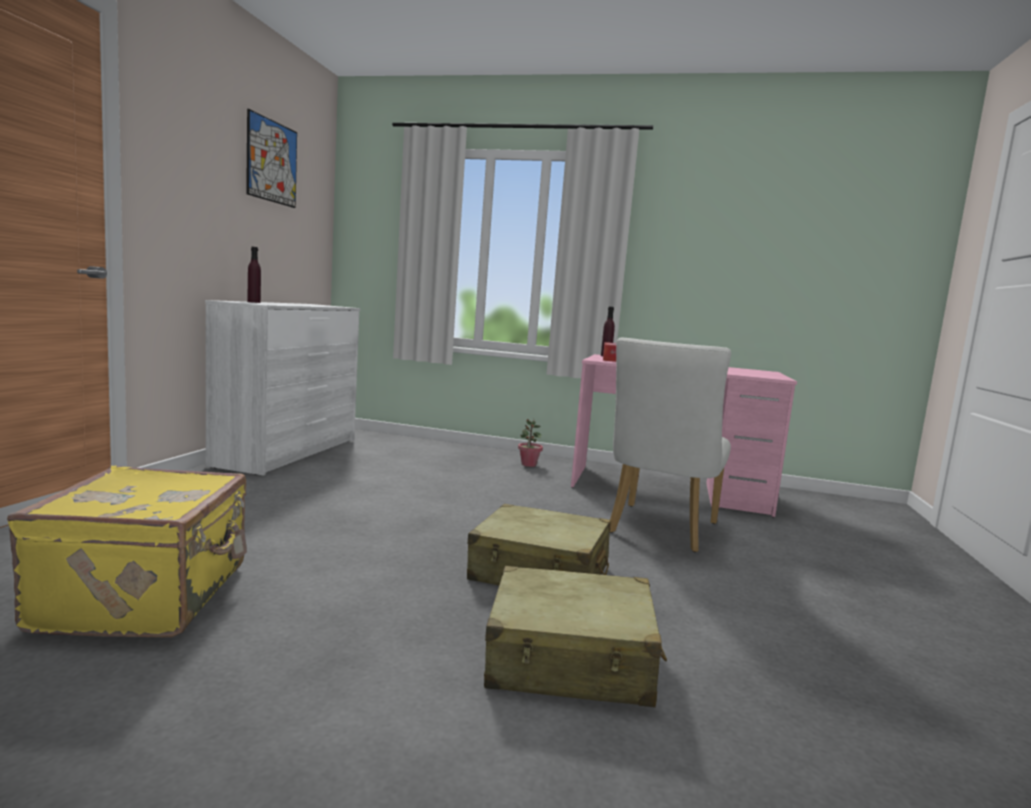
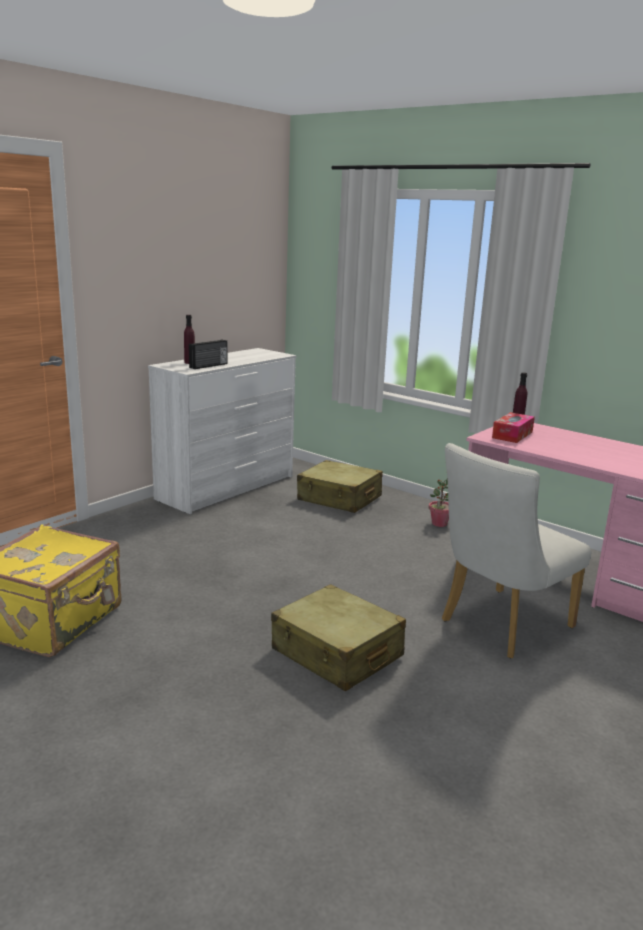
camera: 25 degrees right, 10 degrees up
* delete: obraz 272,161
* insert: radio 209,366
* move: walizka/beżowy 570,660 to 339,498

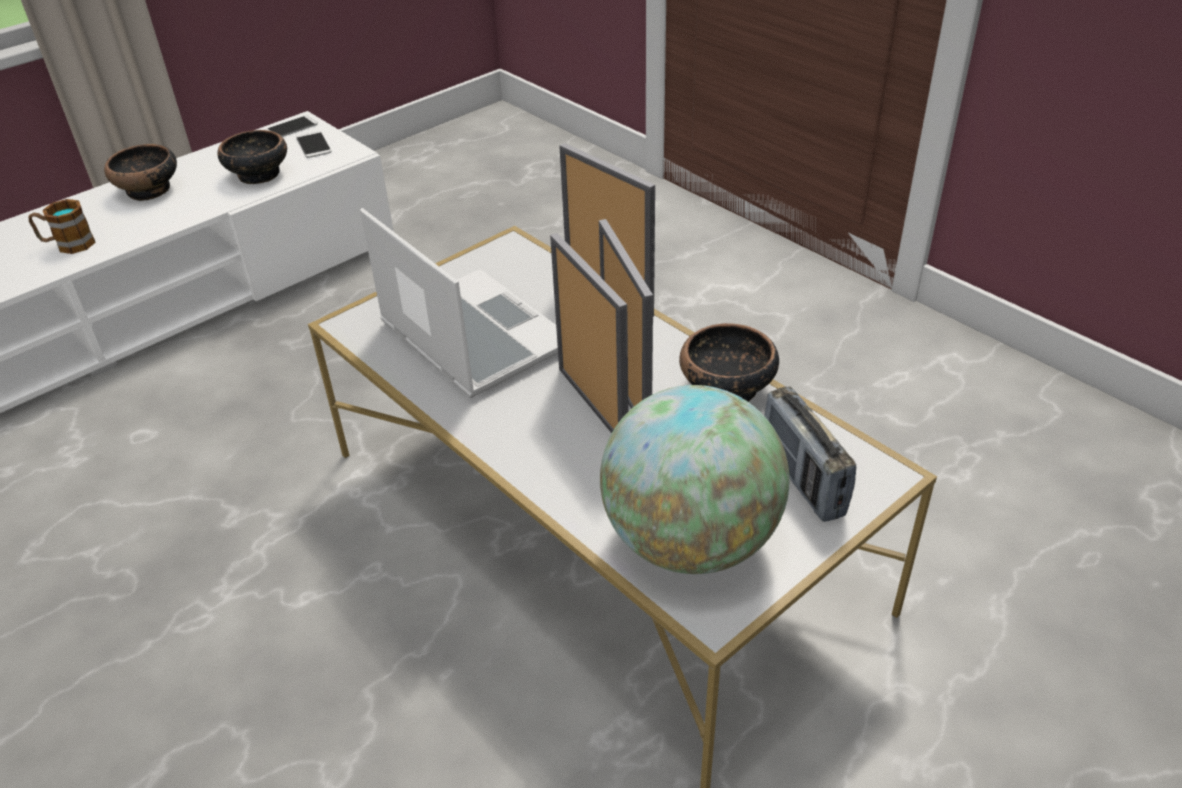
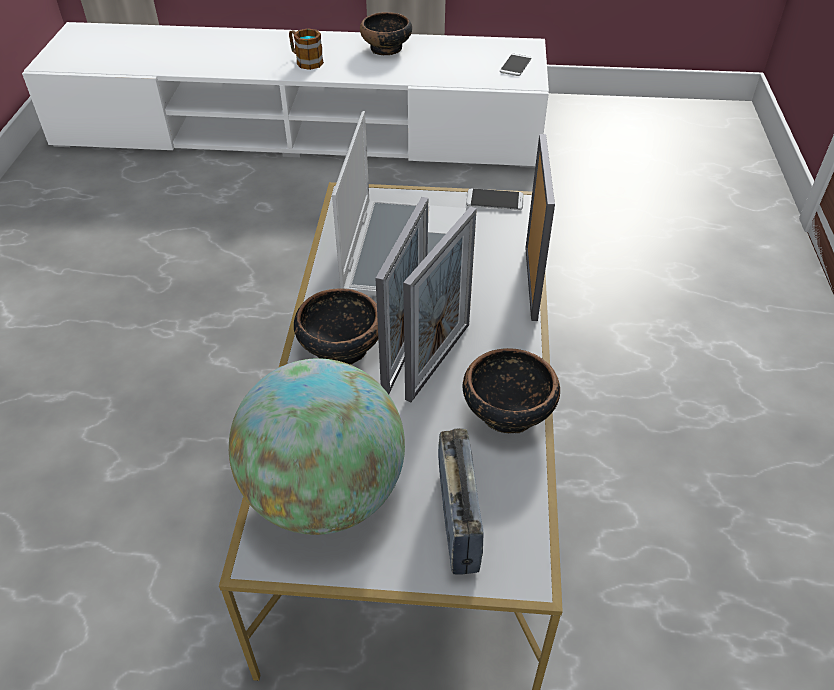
camera: 45 degrees right, 5 degrees up
* move: miska 258,175 to 340,347
* move: telefon 291,128 to 494,200
* rotate: radio 802,479 = 458,520 150 degrees clockwise

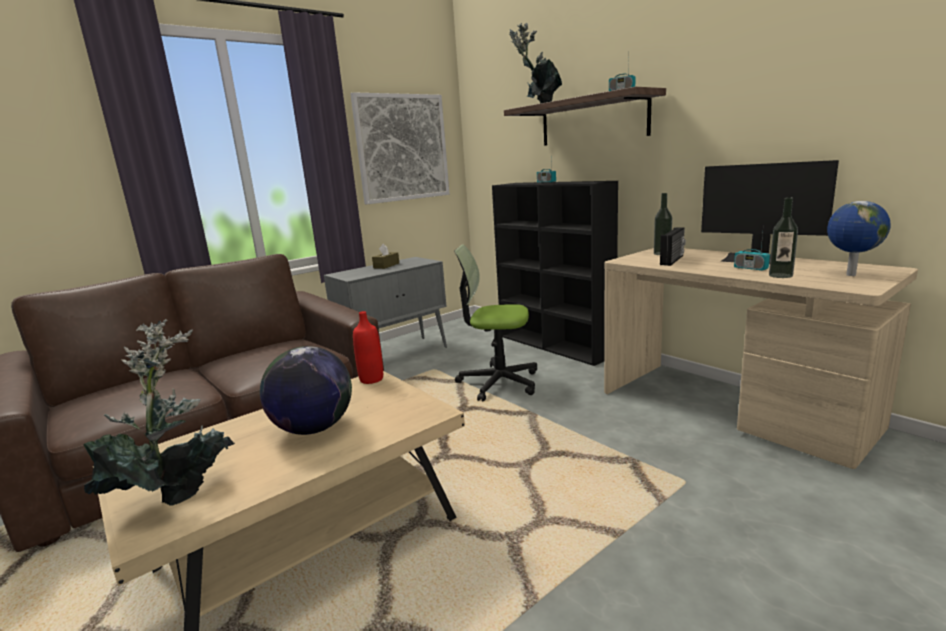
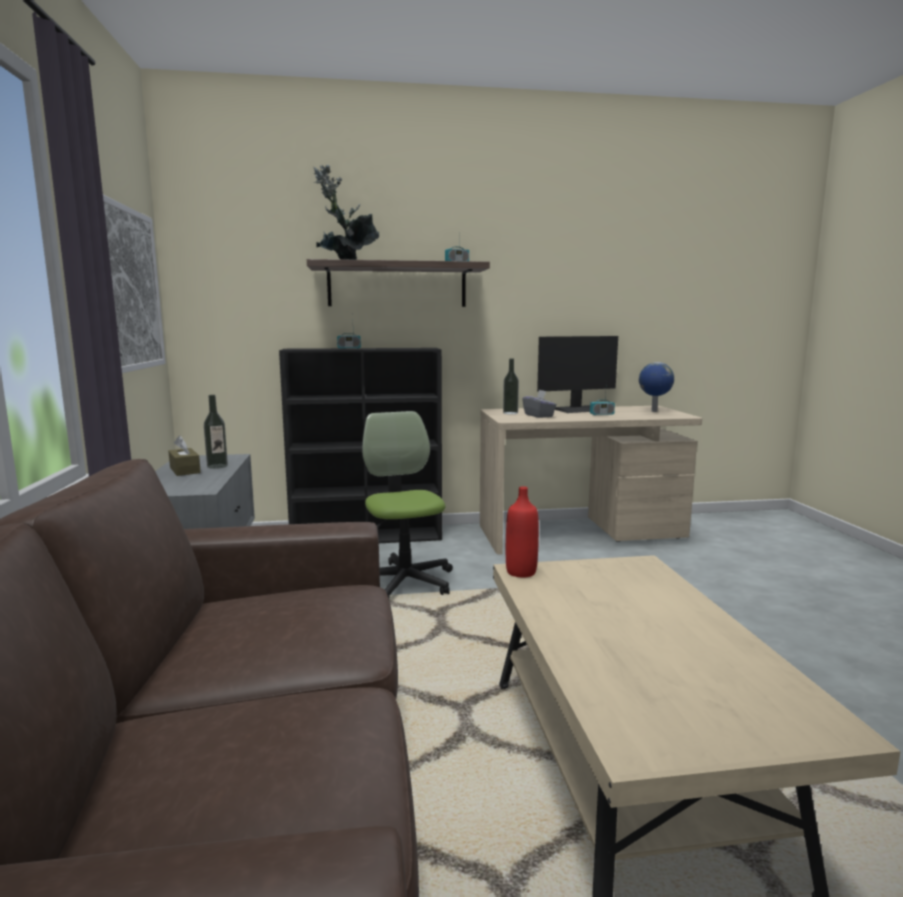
camera: 60 degrees left, 5 degrees down
* delete: roślina doniczkowa 176,493
* delete: globus 313,428
* move: butelka 780,275 to 217,466
* replace: radio 673,260 to pudełko chusteczek/szary 539,415
* rotate: krzesło biurowe 498,382 = 404,582 120 degrees clockwise

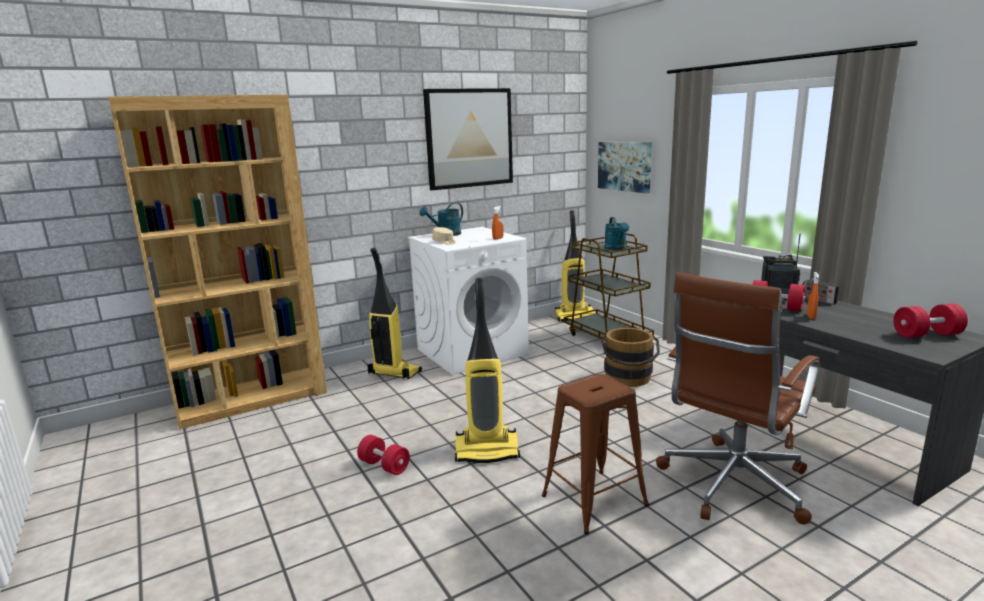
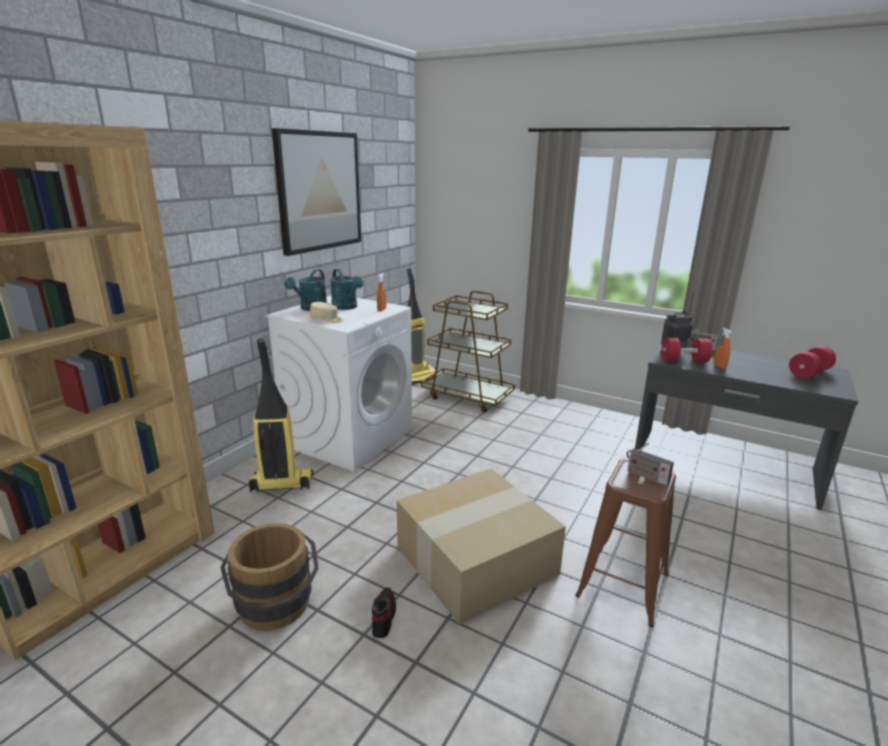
camera: 30 degrees left, 5 degrees up
* delete: obraz 624,166
* delete: krzesło biurowe/brązowy 732,485
* insert: radio 645,476
* move: wiadro/brązowy 628,379 to 276,608
* move: konewka/turkusowy 616,249 to 347,307
* replace: hantel/czerwony 384,466 to but 383,617
* replace: odkurzacz 487,450 to karton 476,558

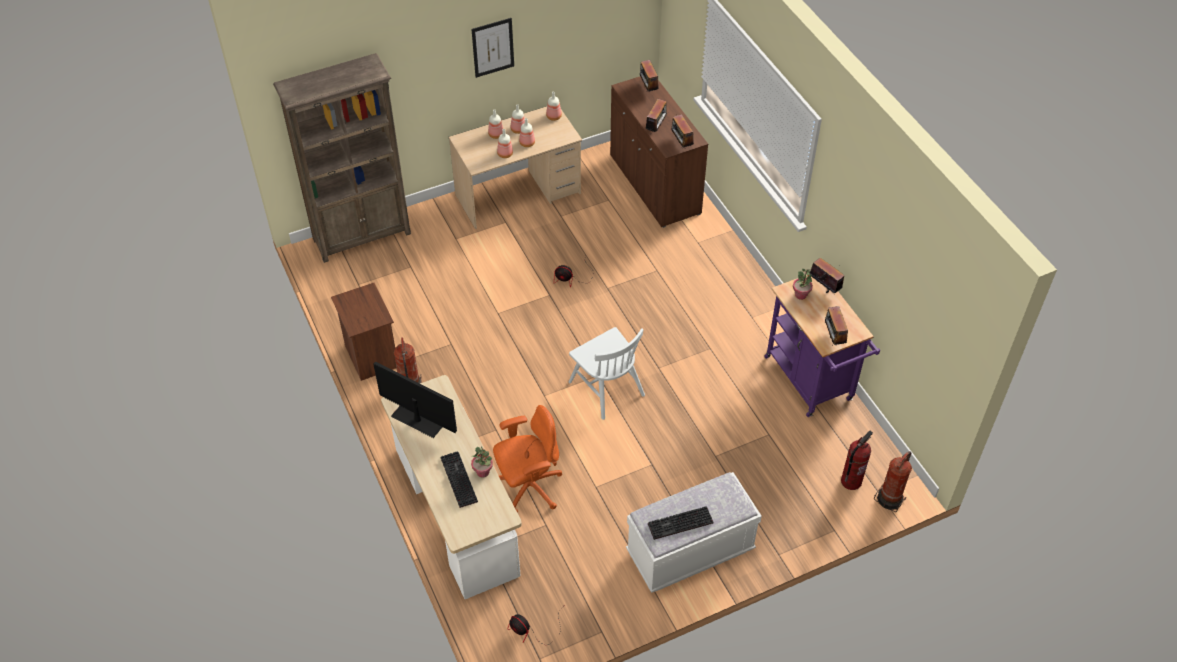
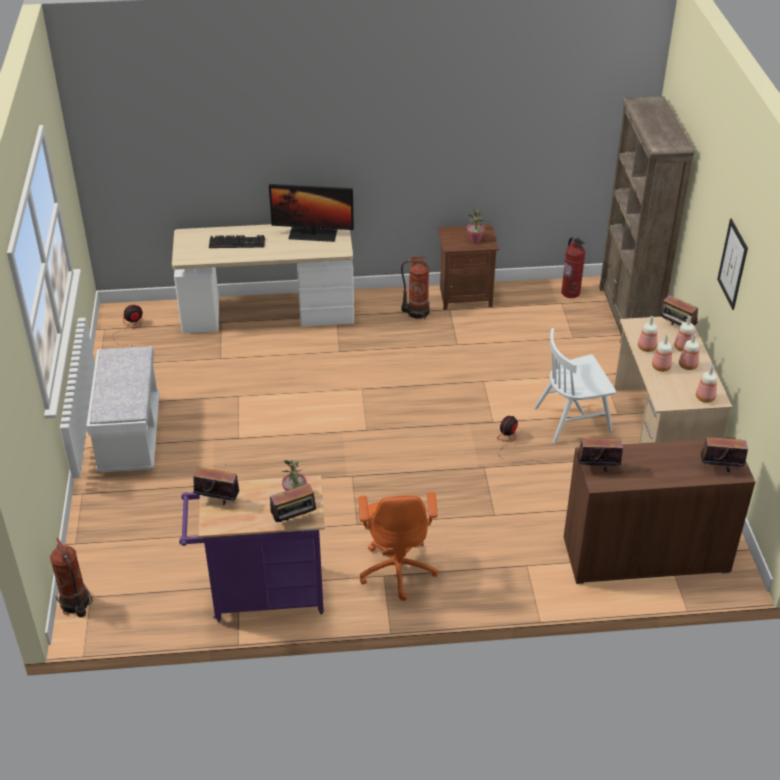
camera: 110 degrees right, 10 degrees down
* delete: klawiatura 679,525
* move: roślina doniczkowa 483,472 to 475,240
* move: krzesło biurowe/pomarańczowy 528,488 to 398,569
* move: krzesło/biały 606,388 to 573,420
* move: radio 656,128 to 676,328
* move: gaśnica 851,481 to 570,293
* rotate: monitor 418,419 = 313,234 45 degrees clockwise

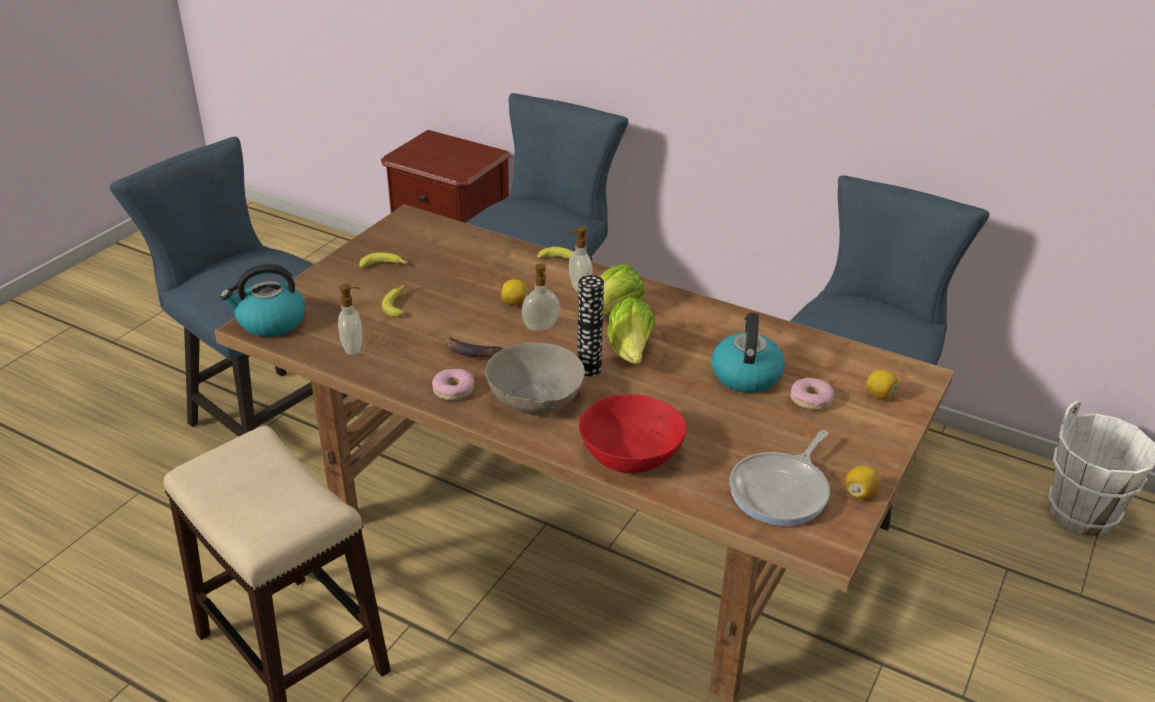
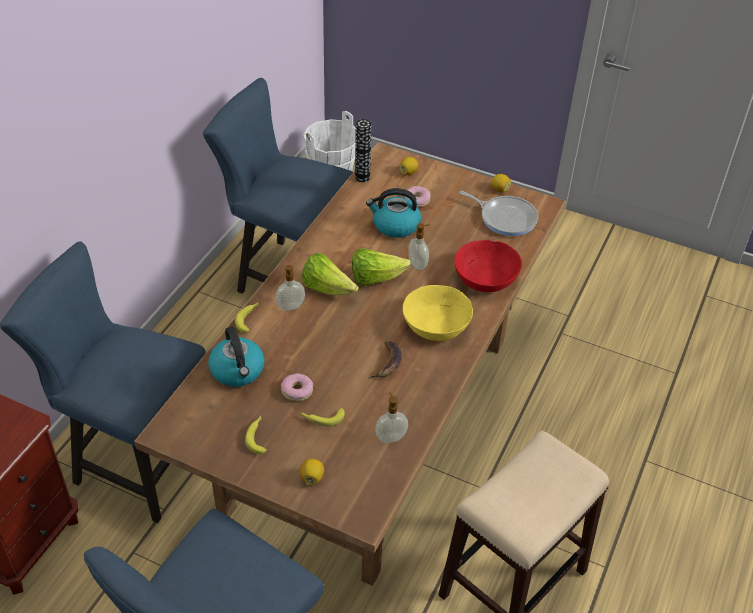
camera: 95 degrees left, 10 degrees up
* move: czajnik 270,322 to 238,371
* move: donut 453,390 to 297,391
* move: cytryna 514,302 to 312,478
* move: dozownik mydła 541,328 to 418,264
* move: wazon 589,369 to 362,177
* recolor: miska/szary 536,396 to miska/żółty 436,324

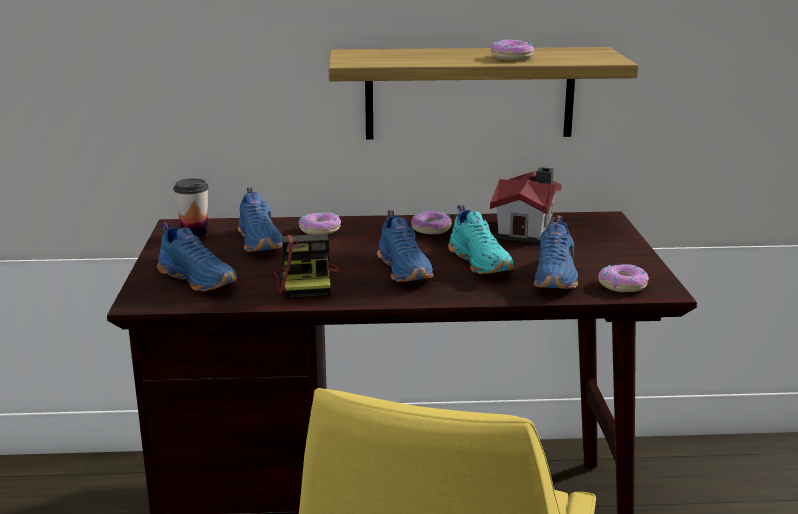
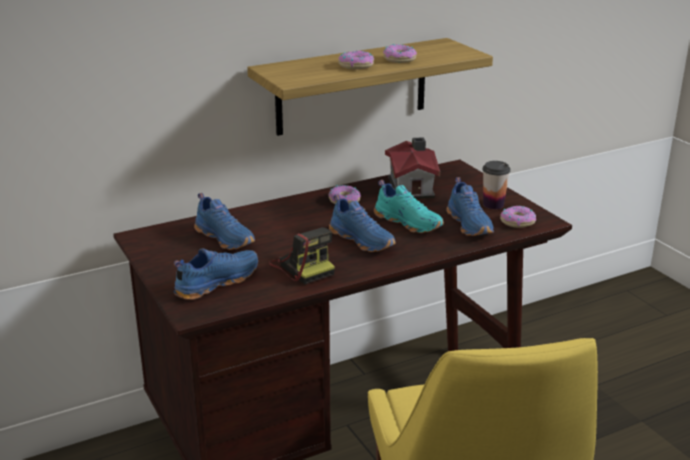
camera: 25 degrees left, 5 degrees up
* move: filiżanka 194,234 to 493,204
* move: donut 320,230 to 356,65
* rotate: but/niebieski 199,279 = 216,282 60 degrees counterclockwise

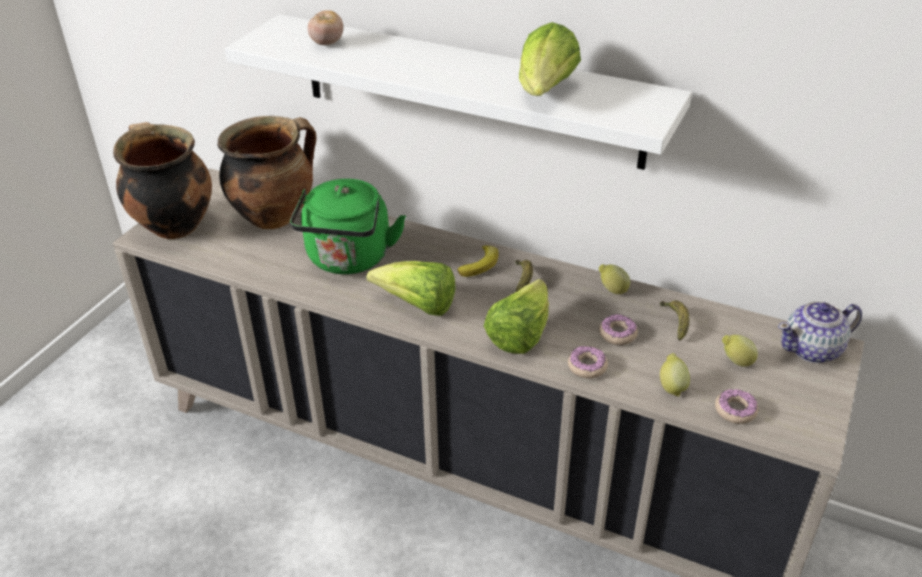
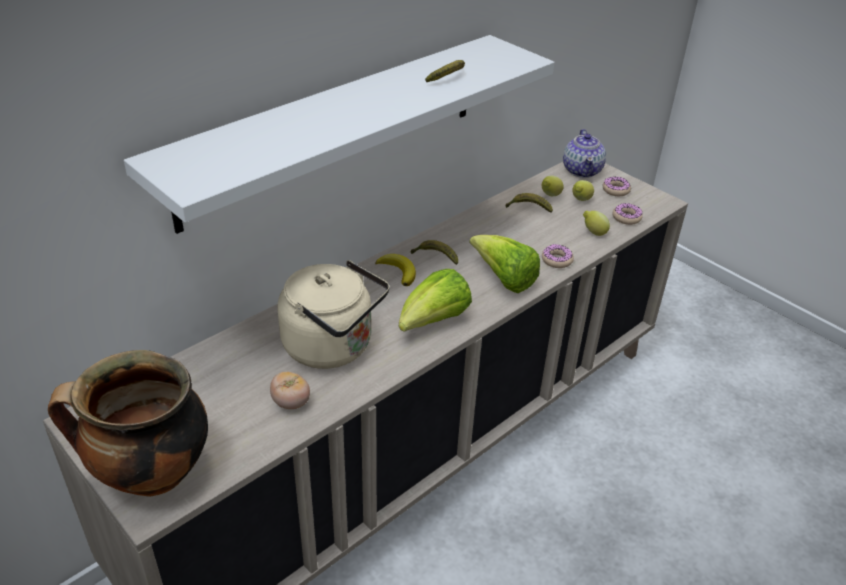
camera: 70 degrees left, 0 degrees up
* delete: garnek 275,216
* move: pomidor 327,43 to 291,402
* move: cytryna 612,290 to 550,196
* move: donut 617,334 to 616,190
* replace: sałata 545,91 to banan 449,78
* recolor: czajnik/zielony 348,260 to czajnik/beżowy 333,347

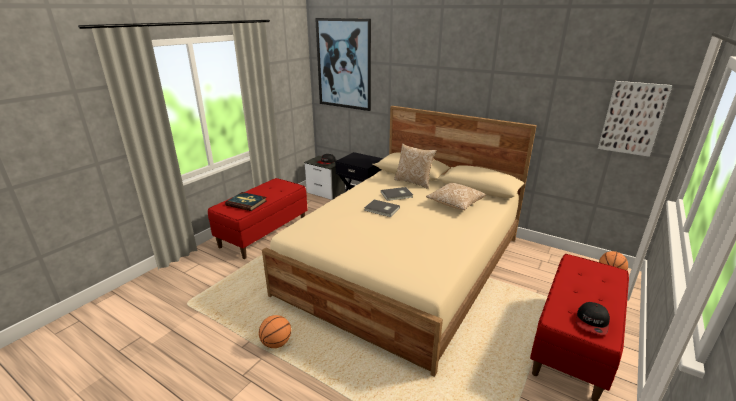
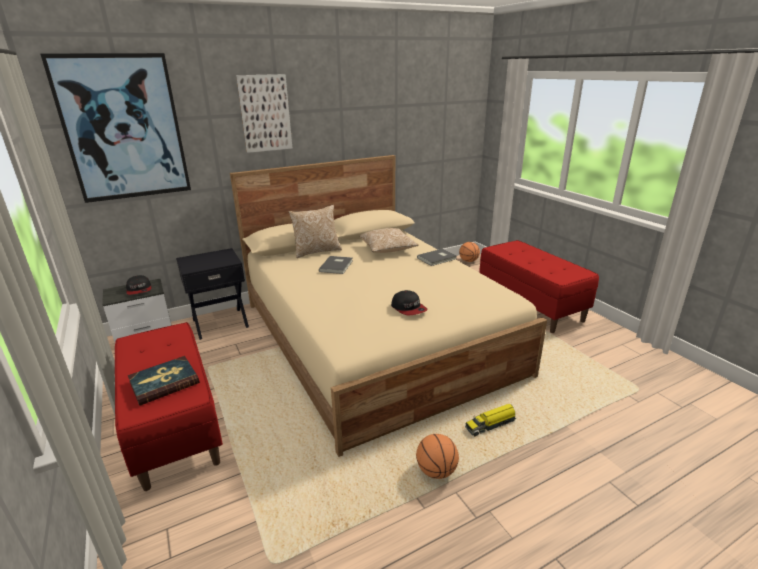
camera: 60 degrees left, 0 degrees up
* insert: ciężarówka zabawkowa 490,424
* move: książka/szary 382,209 to 438,258
* move: czapka z daszkiem 592,322 to 408,308
* move: obraz 632,118 to 265,113

